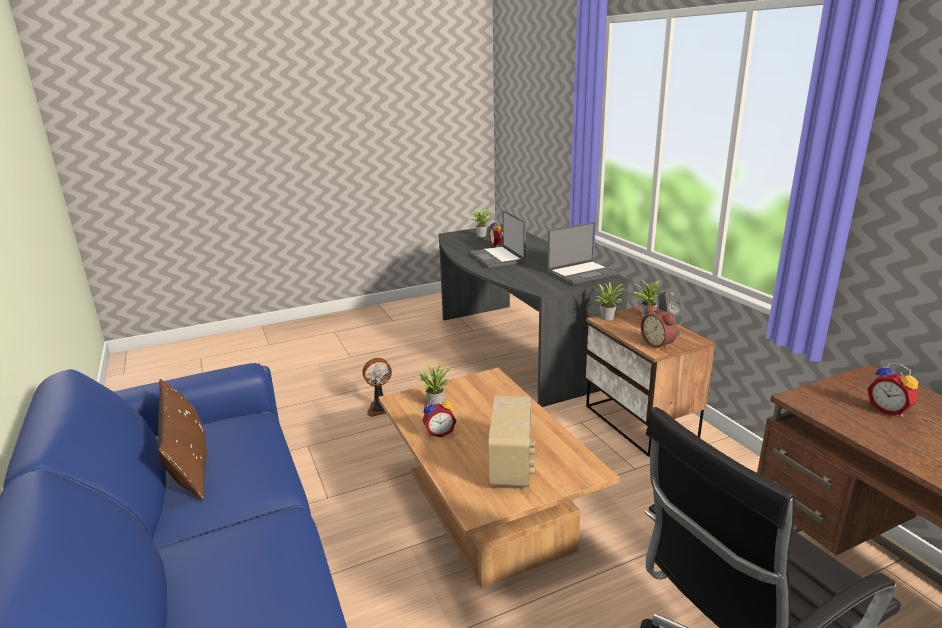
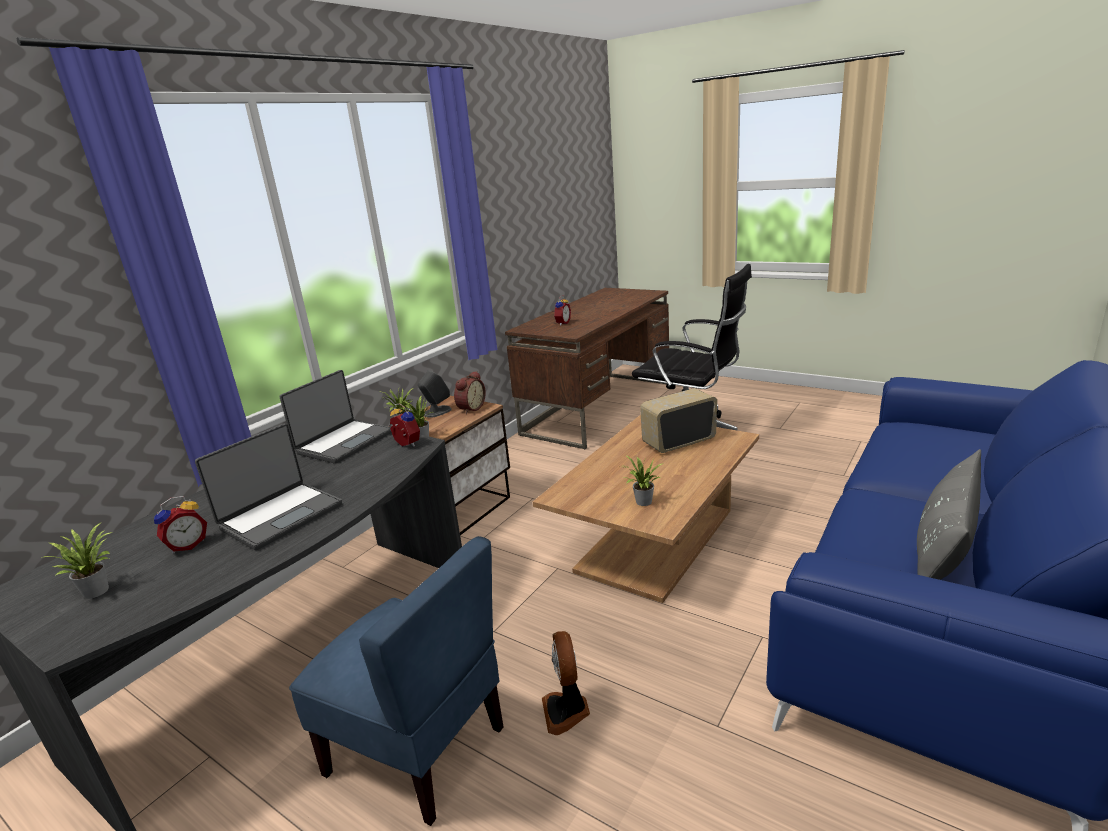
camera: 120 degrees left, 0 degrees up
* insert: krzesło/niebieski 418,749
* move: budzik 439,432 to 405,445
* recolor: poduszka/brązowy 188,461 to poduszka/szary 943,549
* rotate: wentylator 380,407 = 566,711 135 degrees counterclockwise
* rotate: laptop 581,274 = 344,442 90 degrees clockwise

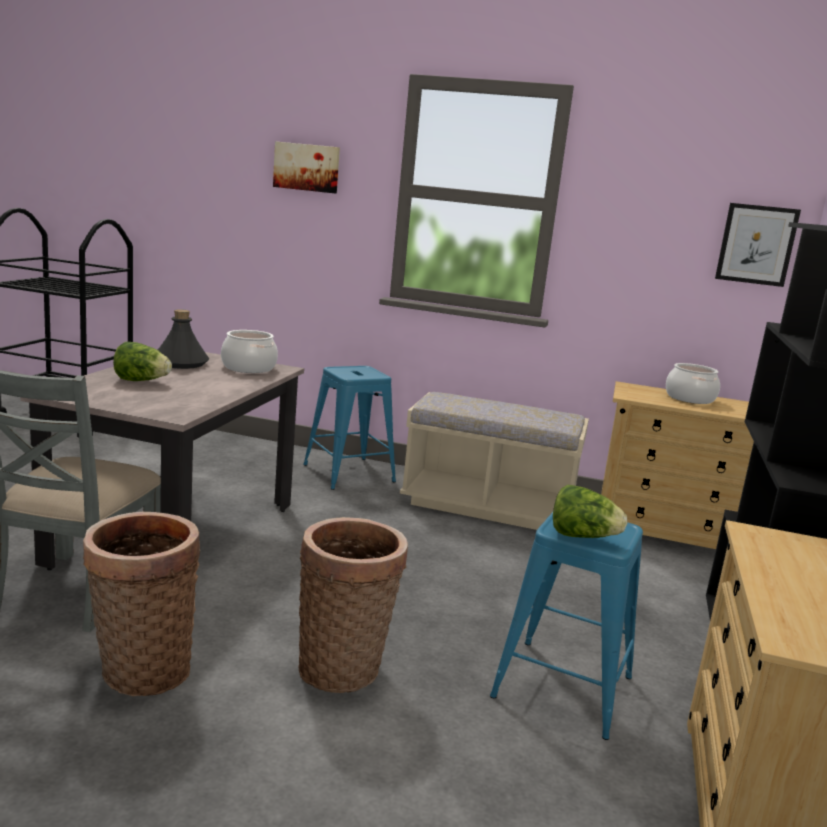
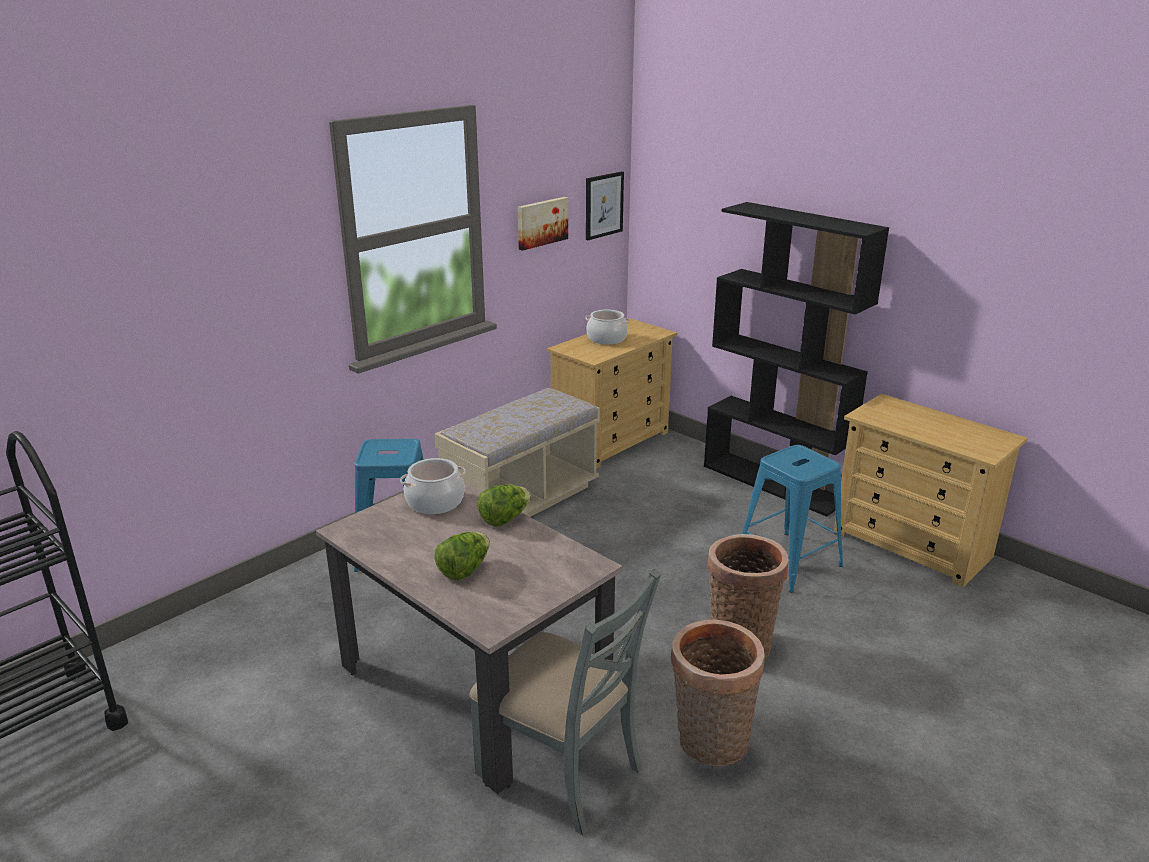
camera: 60 degrees left, 10 degrees up
* delete: butelka/szary 181,363
* move: obraz 307,167 to 541,222
* move: sałata 582,536 to 504,519

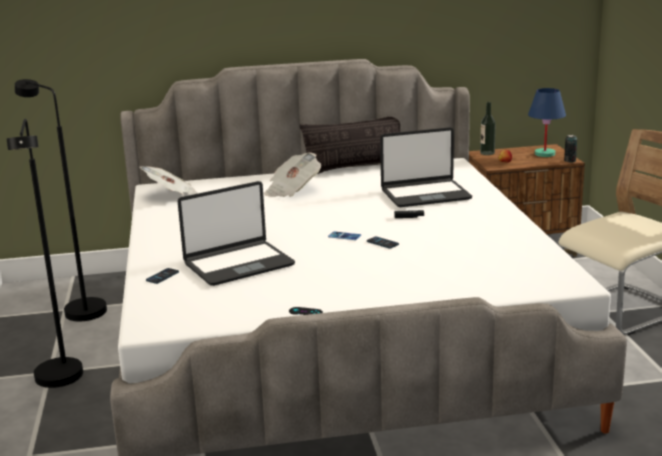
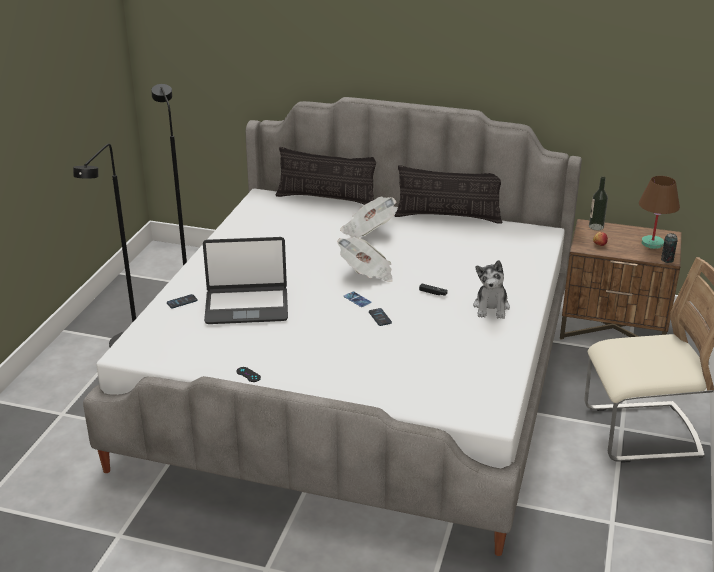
camera: 25 degrees right, 10 degrees up
* delete: laptop 425,194
* insert: poduszka 327,199
* insert: pluszak 491,307
* move: gazeta 172,195 to 366,273
* recolor: lampa stołowa/niebieski 545,154 to lampa stołowa/brązowy 652,243

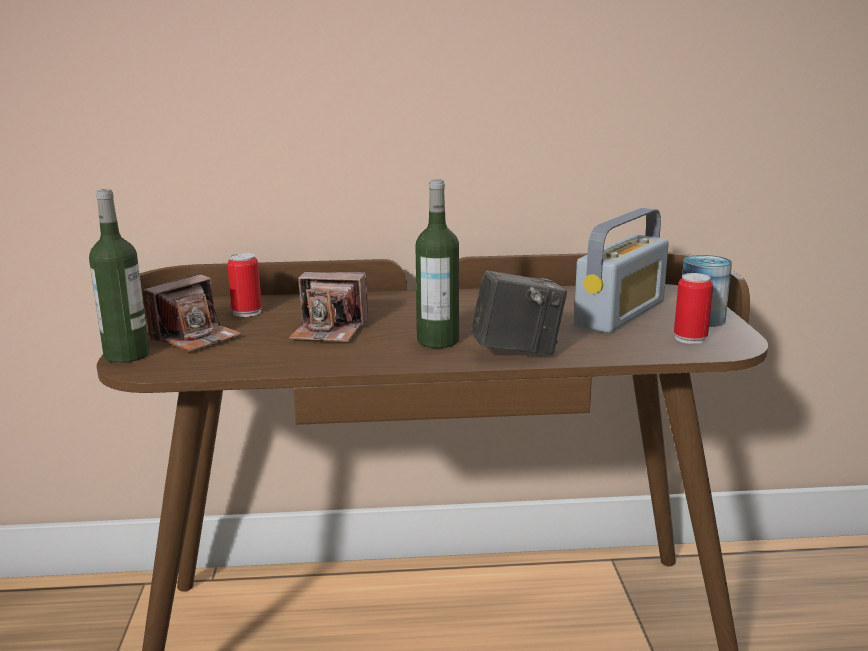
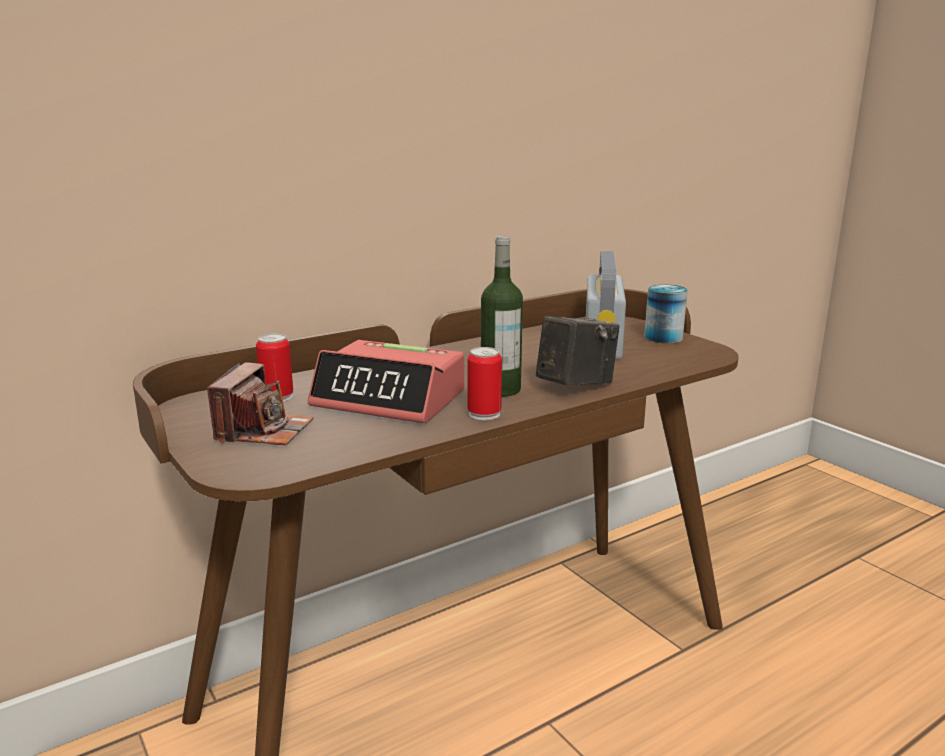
camera: 30 degrees left, 0 degrees up
* delete: butelka 127,355
* move: puszka 690,338 to 484,414
* replace: aparat fotograficzny 329,331 to budzik 390,399

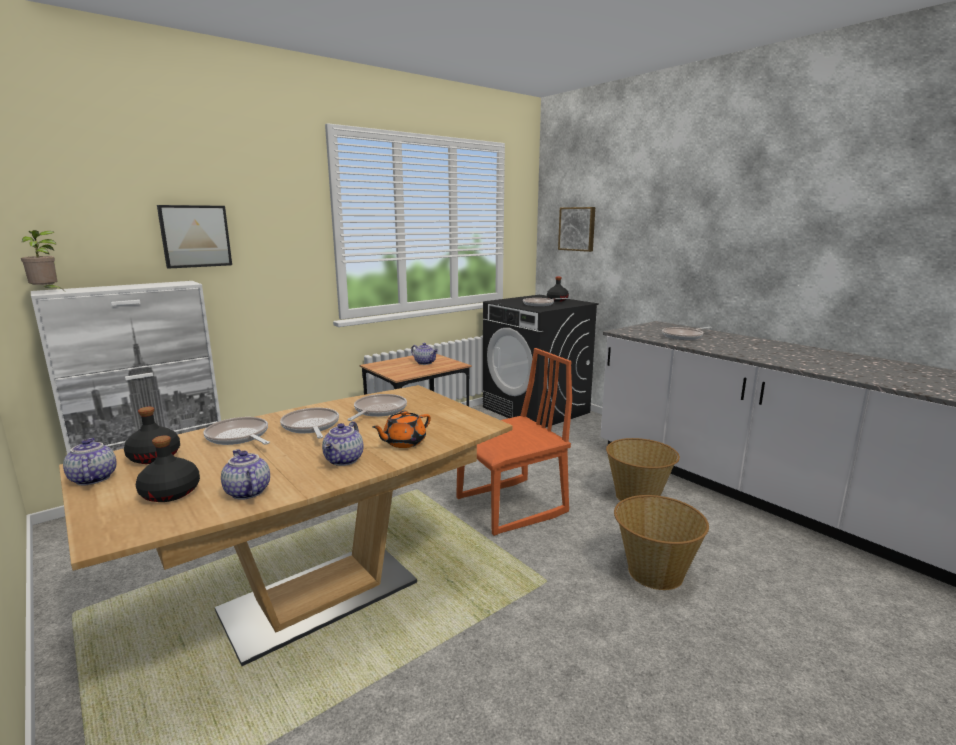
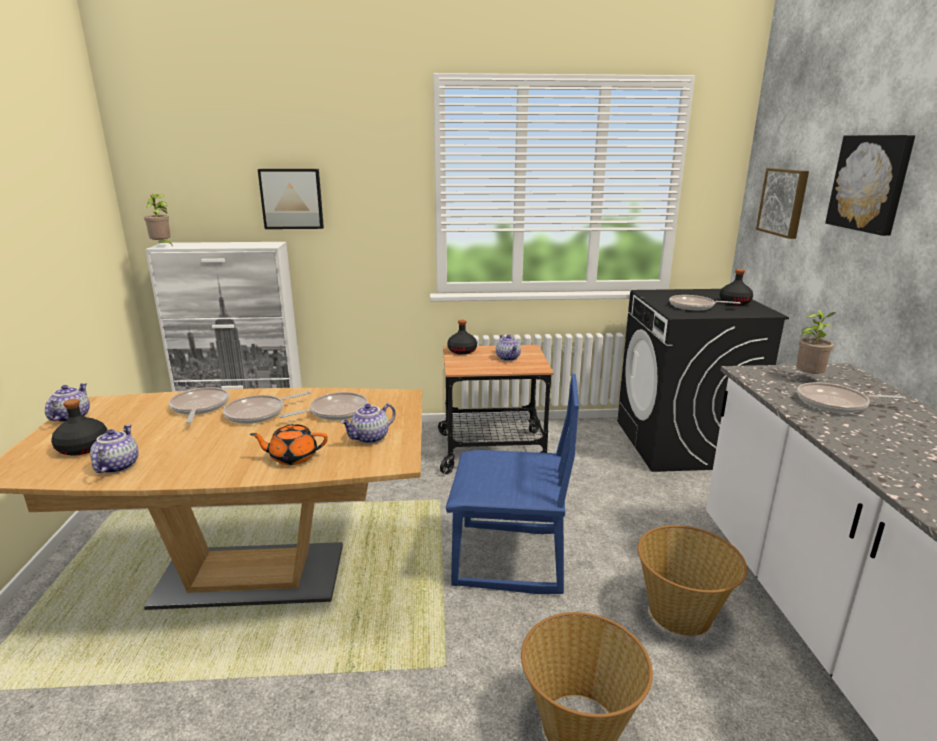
camera: 35 degrees right, 5 degrees up
* insert: roślina doniczkowa 808,378
* insert: obraz 870,183
* move: butelka/czarny 154,457 to 462,351
* move: imbryk 344,460 to 370,438
* recolor: krzesło/pomarańczowy 511,506 to krzesło/niebieski 509,559
* rotate: patelnia 311,426 = 259,413 135 degrees counterclockwise

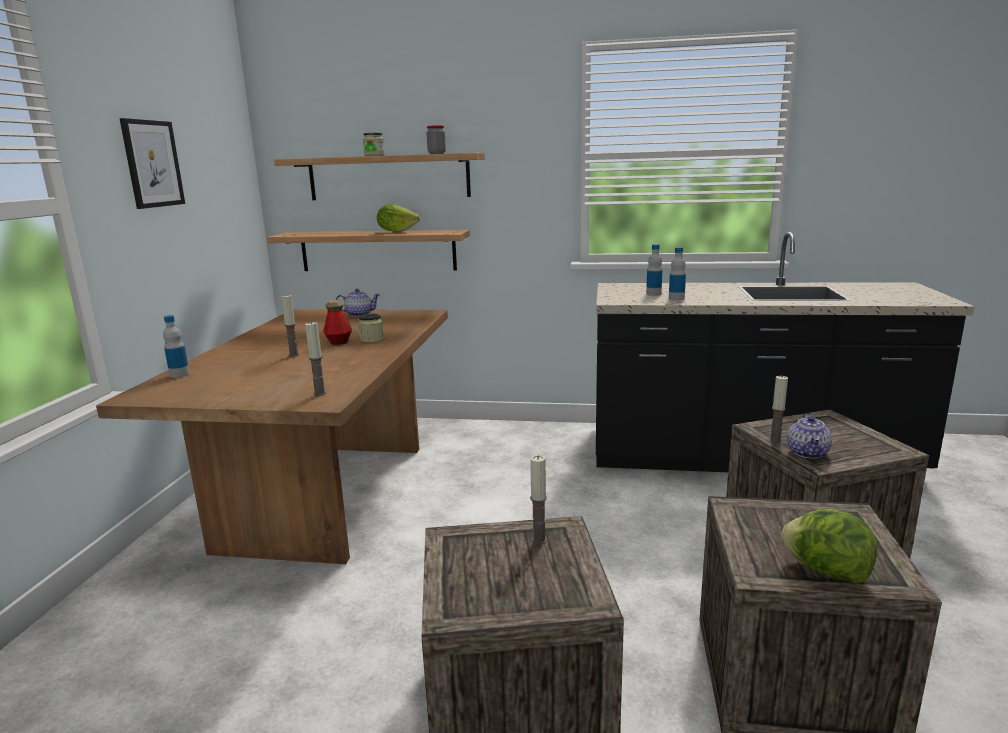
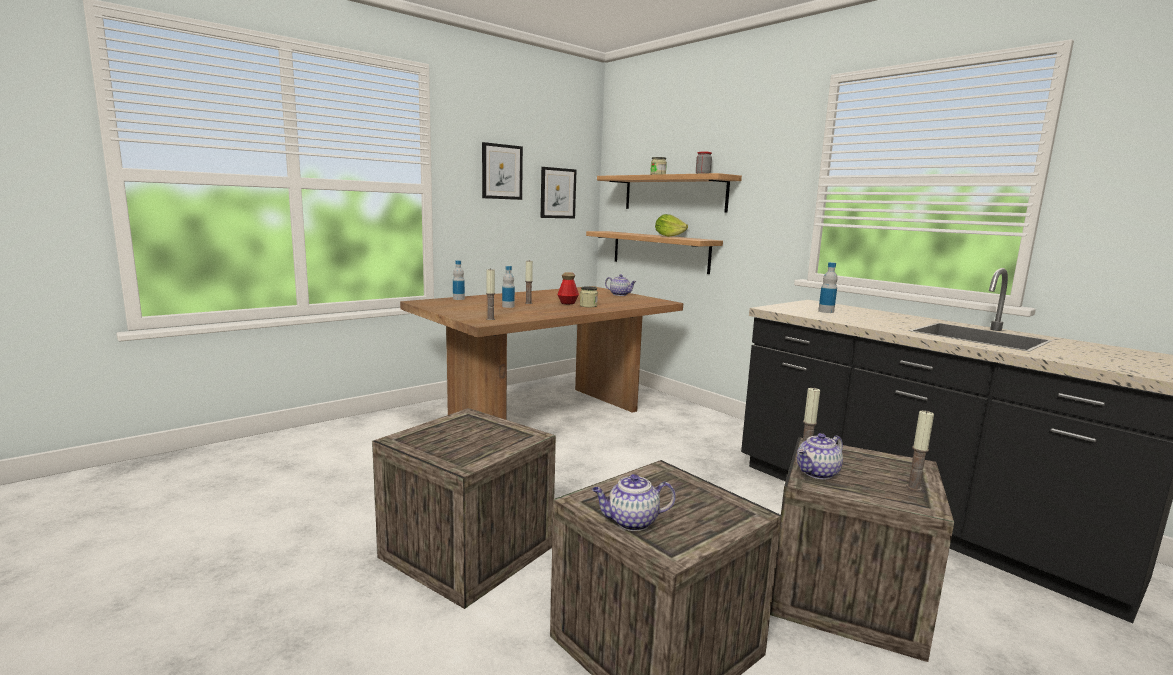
camera: 40 degrees right, 5 degrees down
* insert: obraz 557,193
* move: świeca 539,540 to 913,487
* move: butelka 676,298 to 508,306
* replace: sałata 826,572 to imbryk 631,522

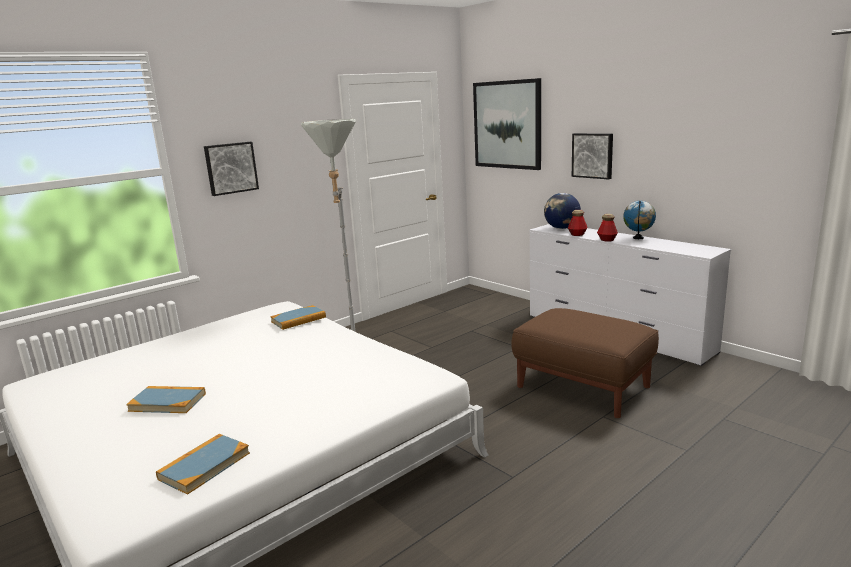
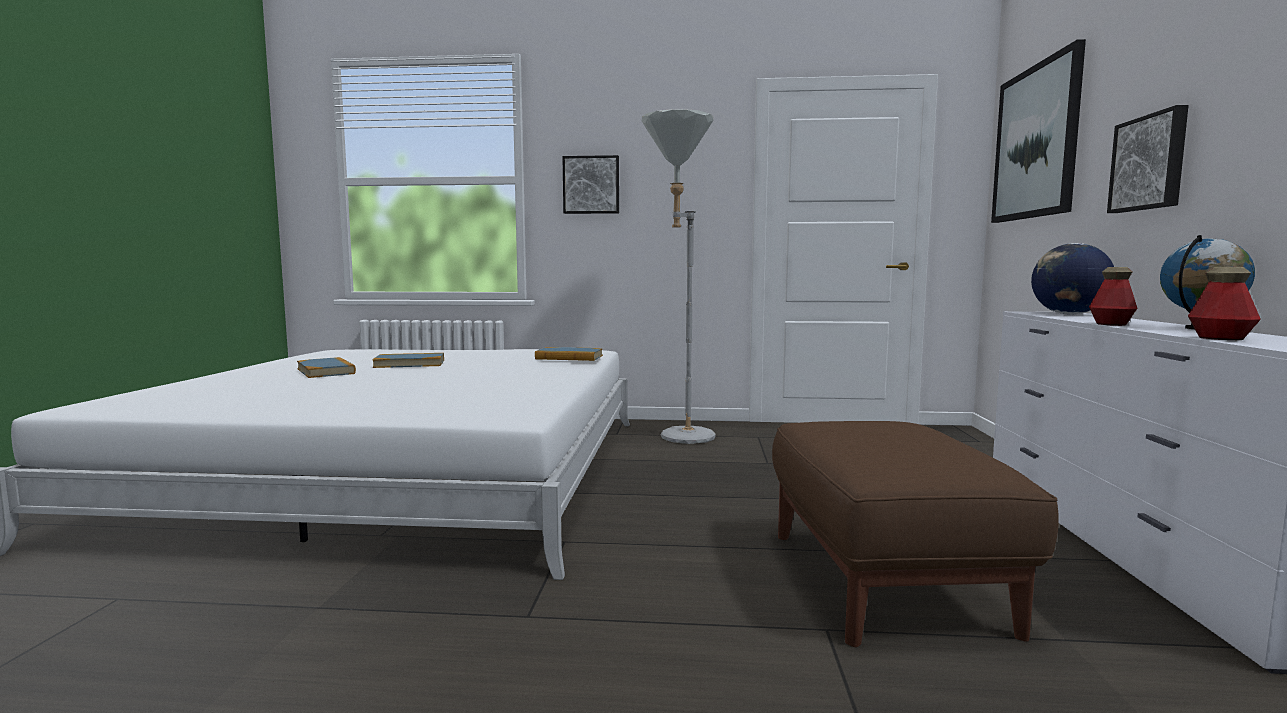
camera: 45 degrees right, 10 degrees down
* move: książka 204,466 to 409,364
* move: butelka 577,234 to 1220,338

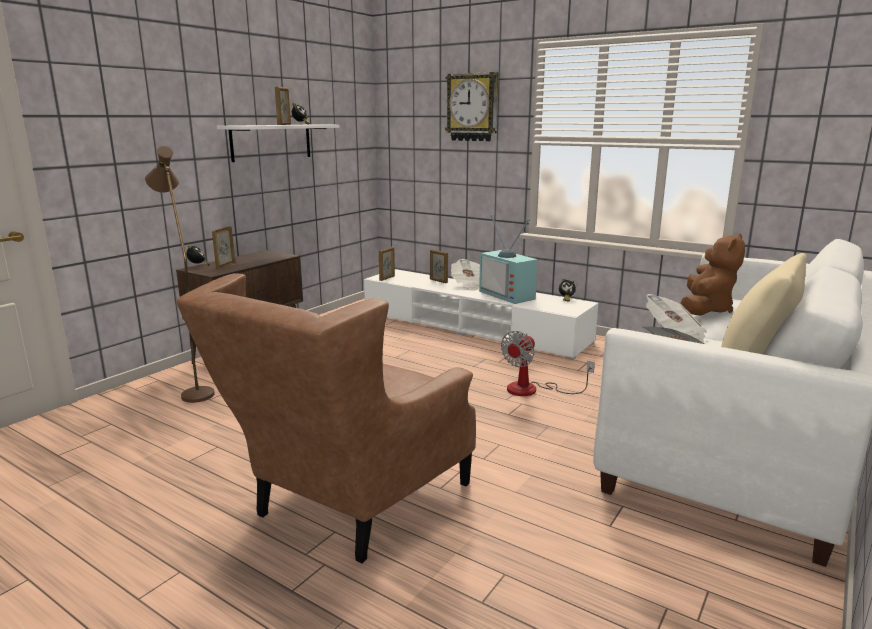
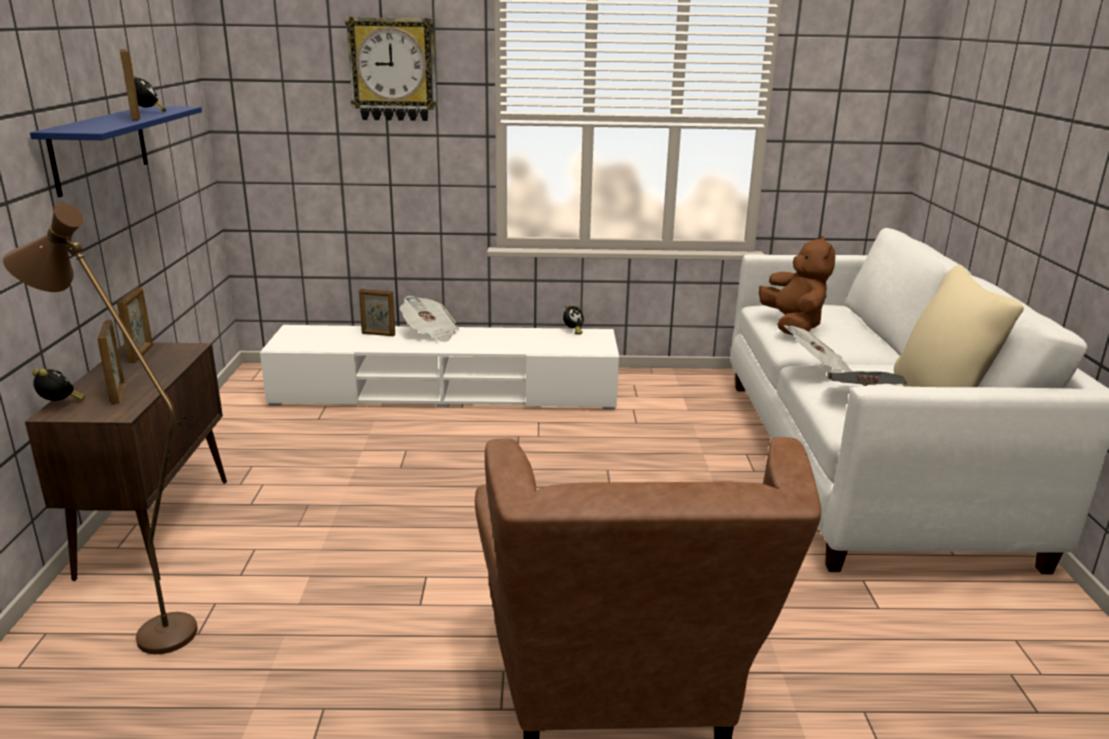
camera: 35 degrees left, 5 degrees up
* delete: telewizor 509,295
* delete: wentylator 533,390
* move: ramka na zdjęcie 387,278 to 141,354
* recolor: półka/biały 271,142 to półka/niebieski 100,148

